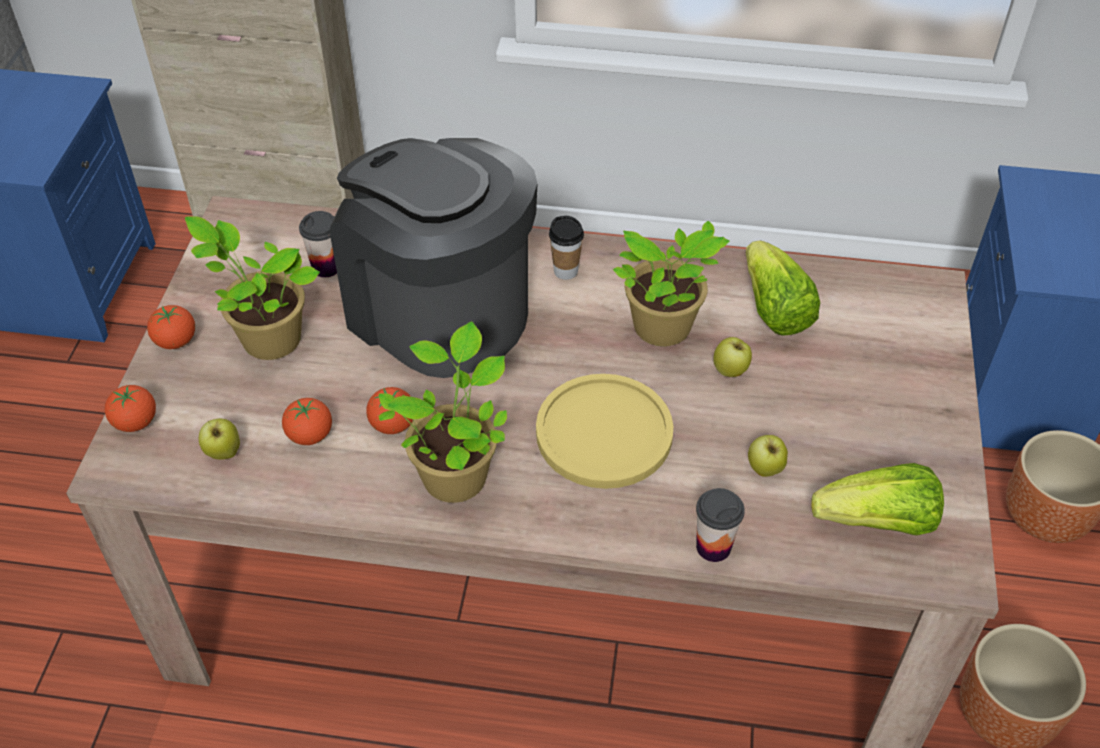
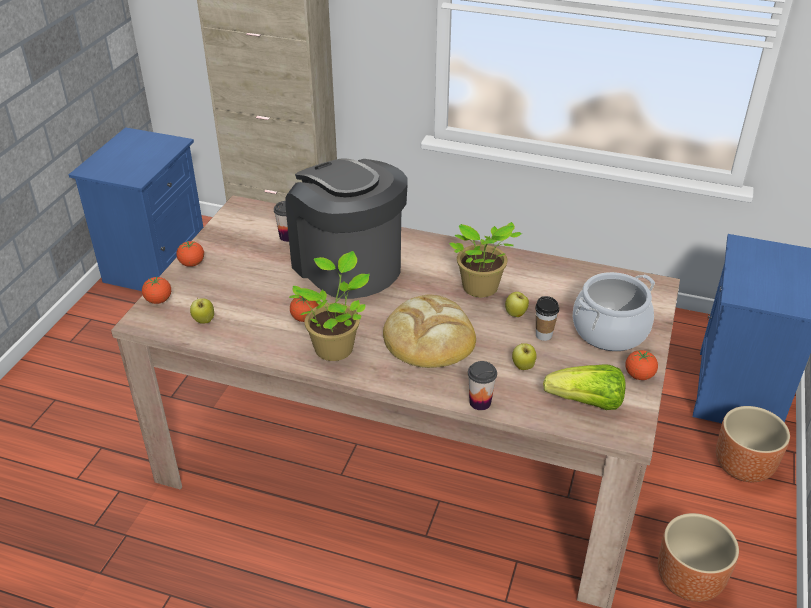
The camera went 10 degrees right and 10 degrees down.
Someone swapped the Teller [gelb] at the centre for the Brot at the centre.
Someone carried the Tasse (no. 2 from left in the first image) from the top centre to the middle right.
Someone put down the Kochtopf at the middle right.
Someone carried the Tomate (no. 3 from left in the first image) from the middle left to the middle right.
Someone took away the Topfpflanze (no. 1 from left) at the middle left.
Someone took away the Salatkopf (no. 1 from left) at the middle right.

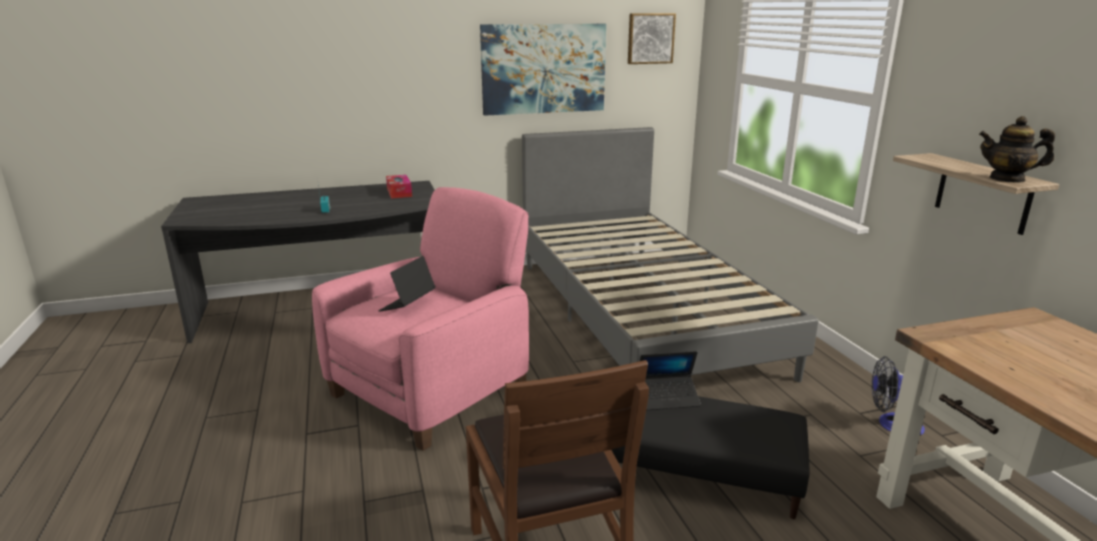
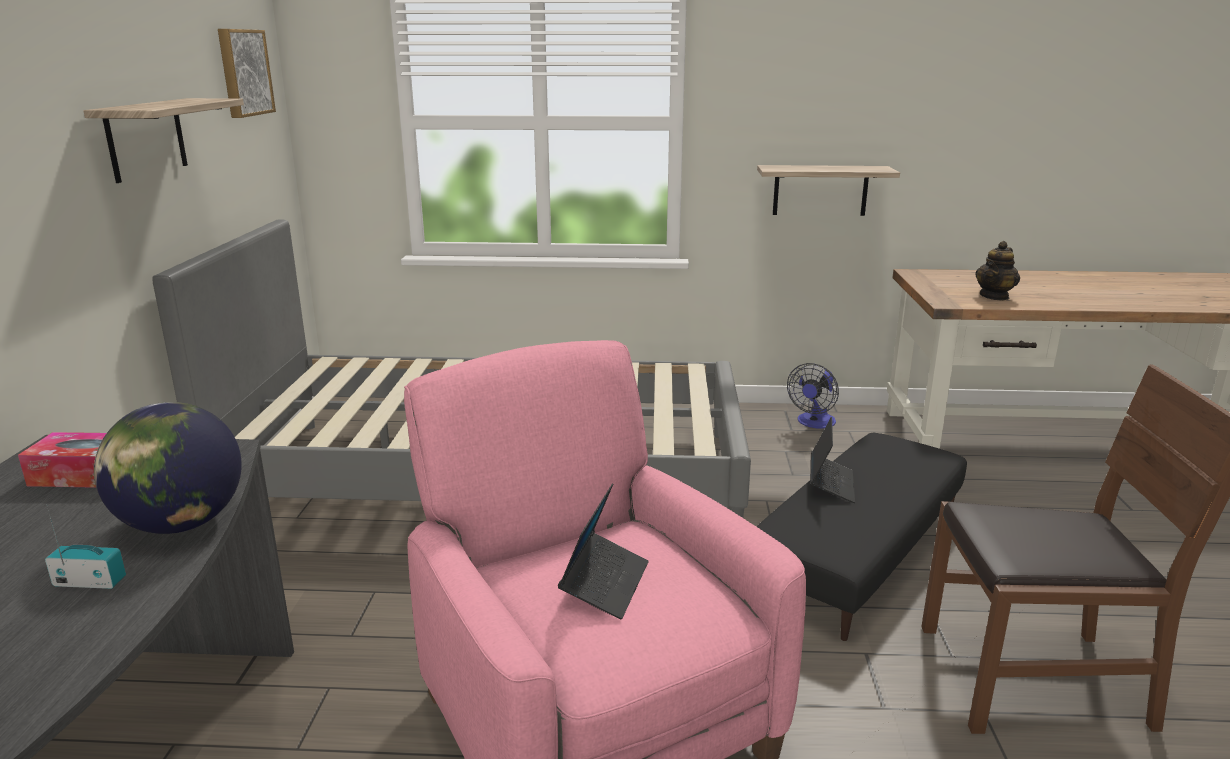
The camera went 70 degrees left and 0 degrees up.
Someone swapped the Bild (no. 1 from left) at the top centre for the Wandregal (no. 1 from left) at the top left.
Someone put down the Globus at the middle left.
Someone rotated the Laptop (no. 1 from left) at the centre by 120 degrees counterclockwise.
Someone carried the Teekanne from the top right to the middle right.

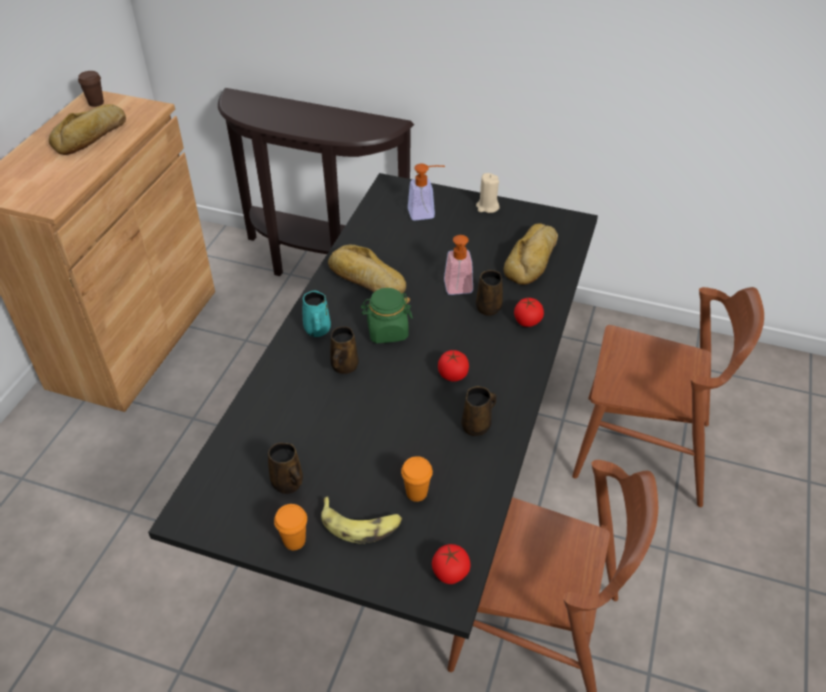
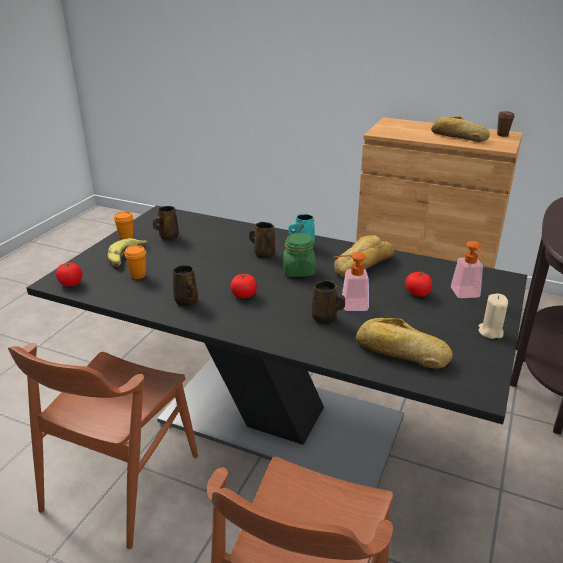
The camera went 95 degrees right and 15 degrees down.
Someone carried the Tomate (no. 3 from left) from the centre to the middle right.

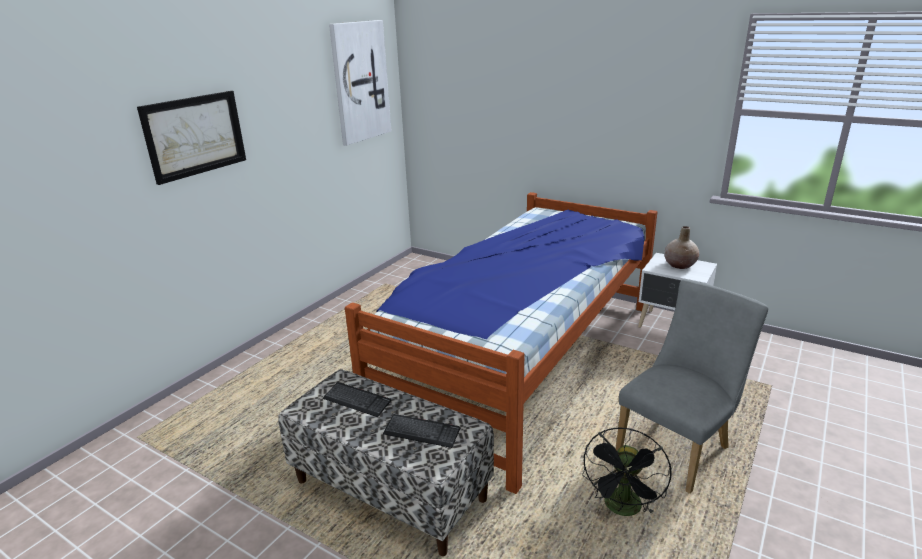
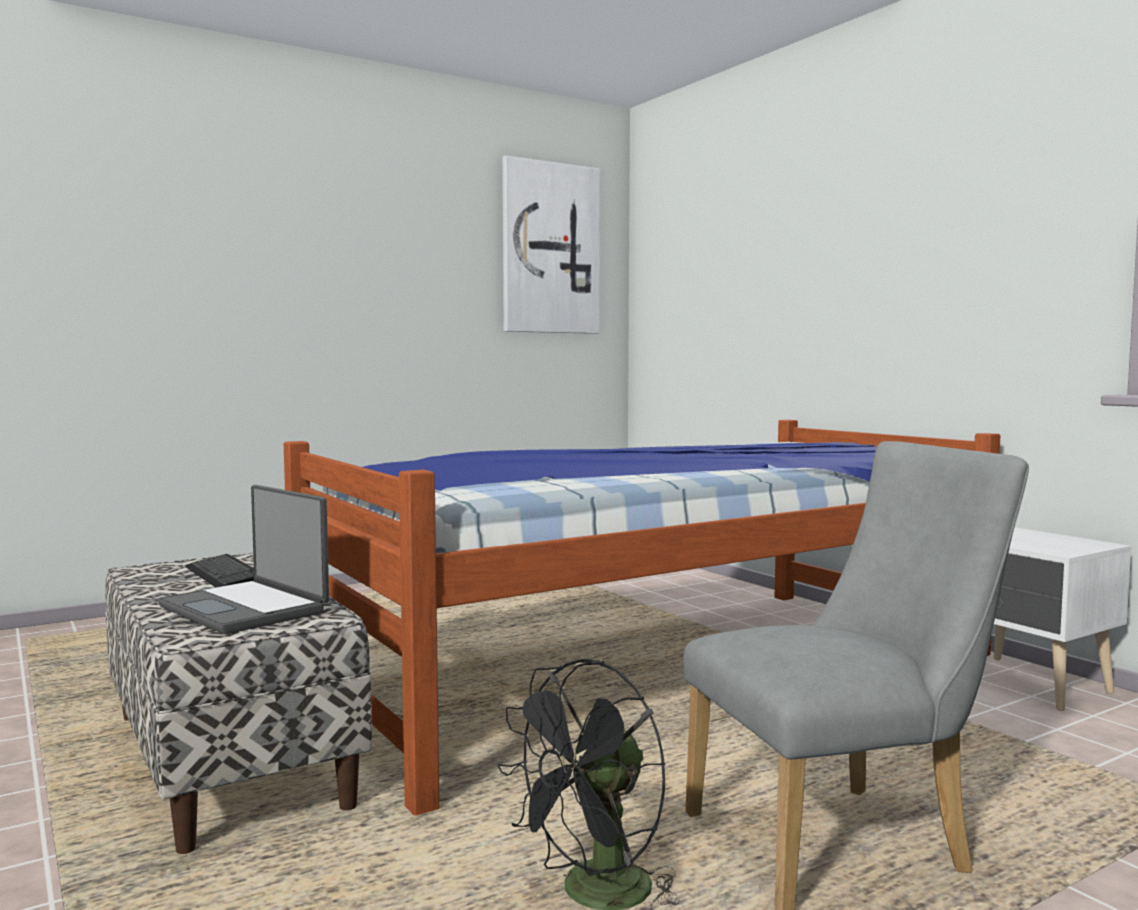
The camera went 25 degrees right and 20 degrees down.
Someone swapped the Tastatur (no. 2 from left) at the bottom centre for the Laptop at the middle left.
Someone took away the Bild (no. 1 from left) at the top left.
Someone took away the Vase [beige] at the middle right.

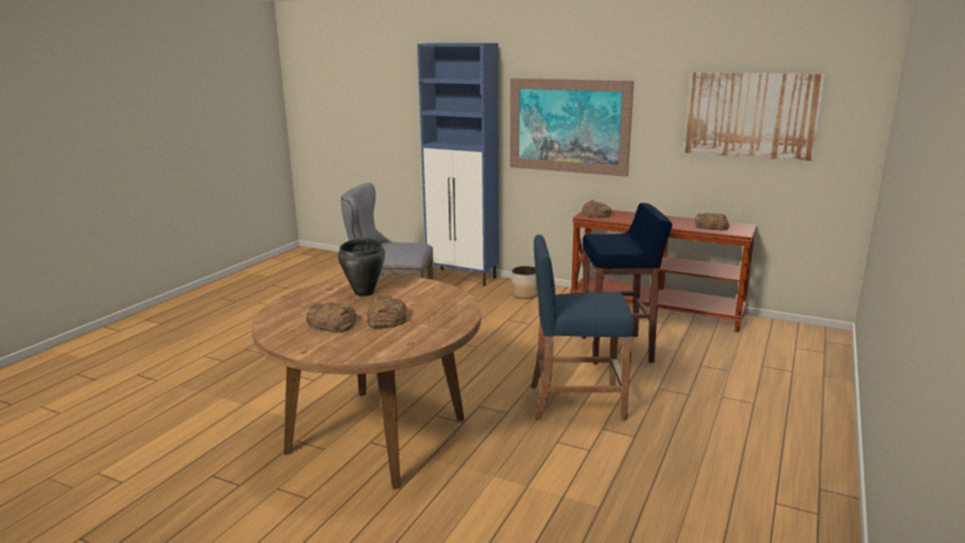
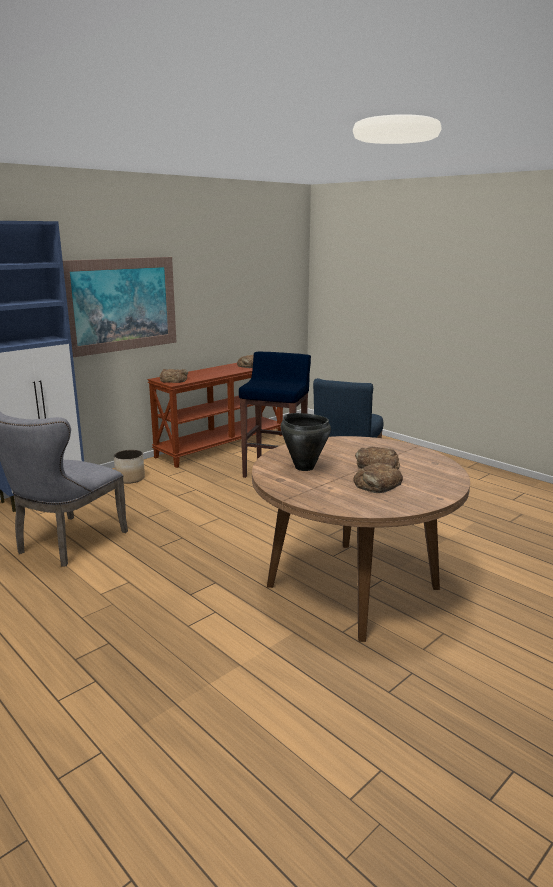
The camera went 70 degrees left and 0 degrees up.
Someone took away the Bild (no. 2 from left) at the top right.

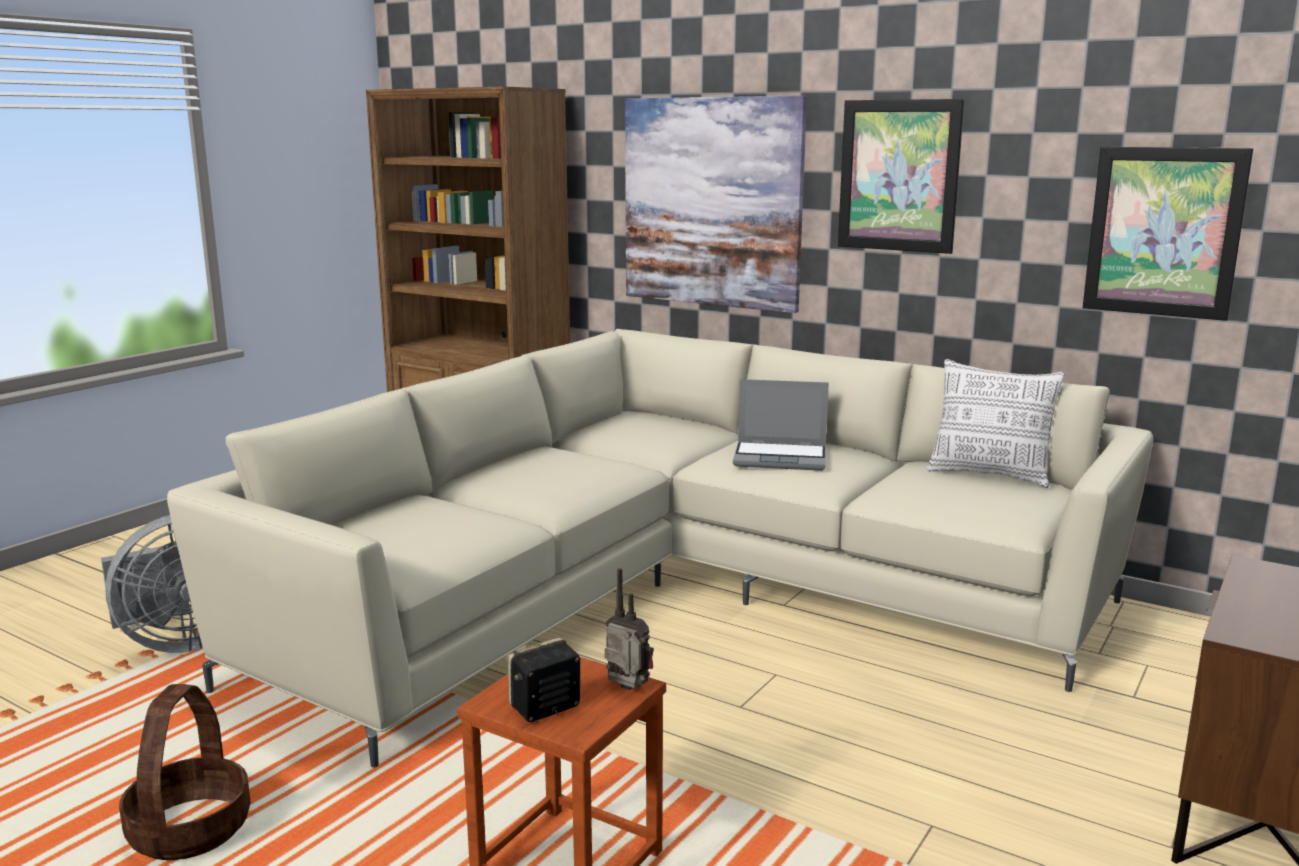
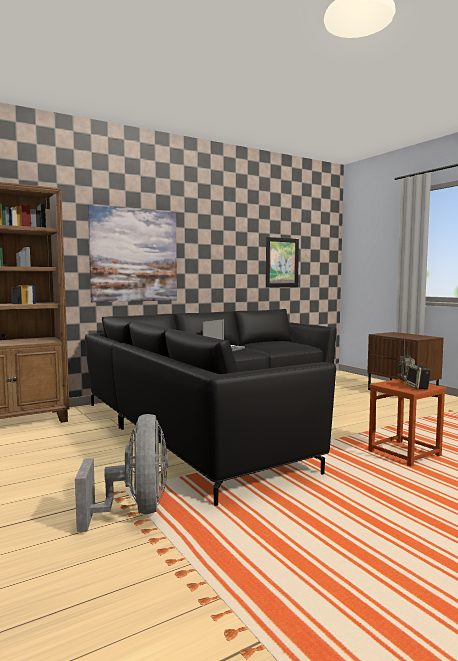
The camera went 65 degrees left and 10 degrees down.
Someone repainted the Sofa [beige] at the centre, which became the Sofa [schwarz] at the centre.
Someone took away the Korb at the bottom left.
Someone took away the Bild (no. 2 from left) at the top right.
Someone took away the Kissen at the middle right.

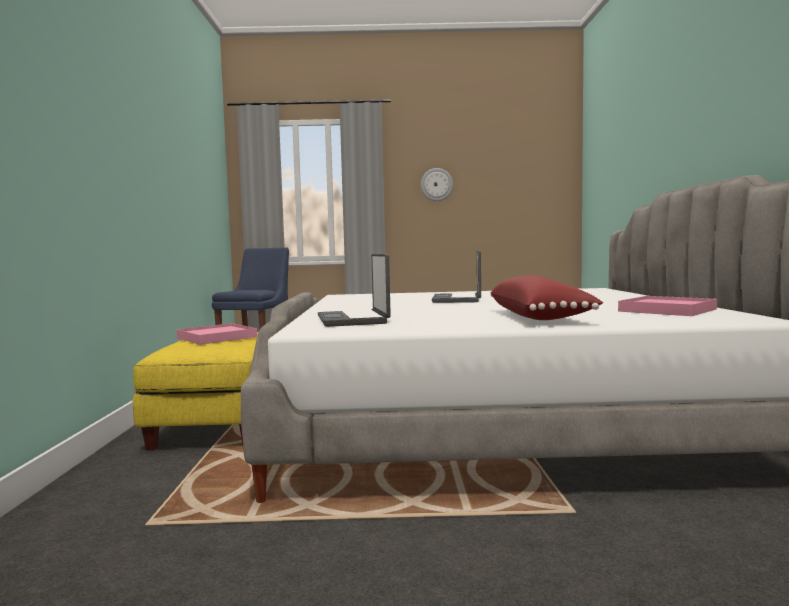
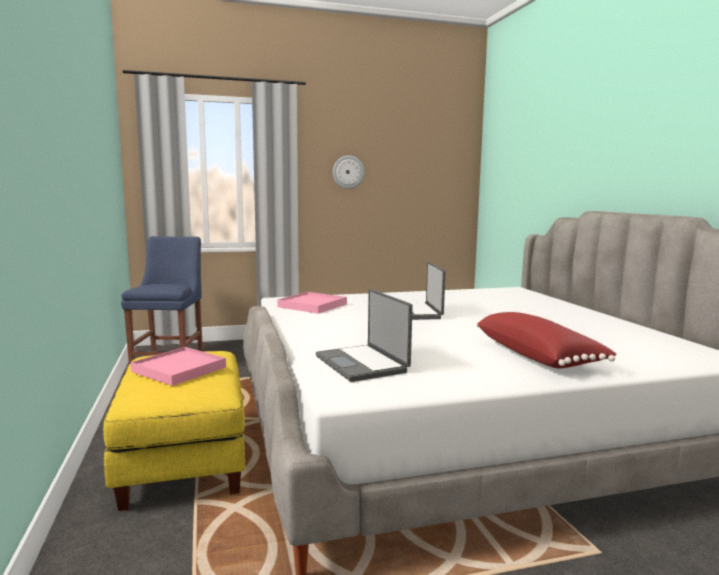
The camera went 15 degrees left and 5 degrees up.
Someone carried the Tablett [rosa] (no. 2 from left) from the middle right to the centre.

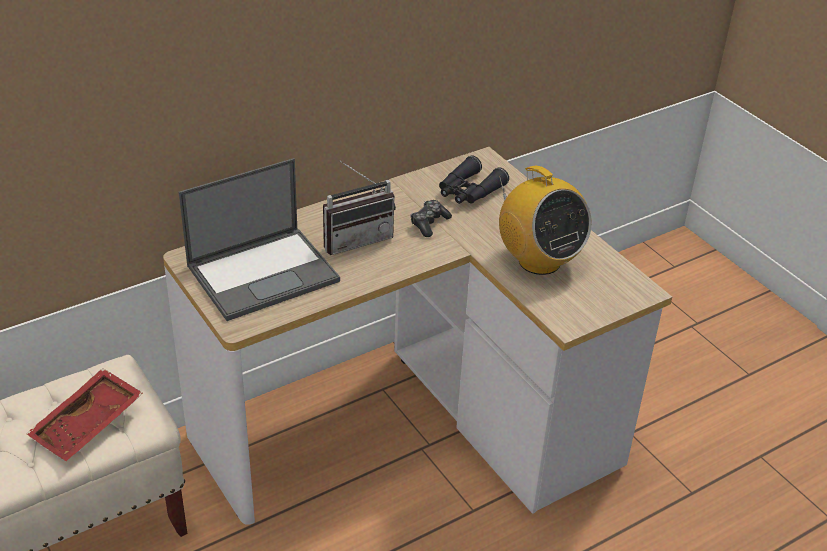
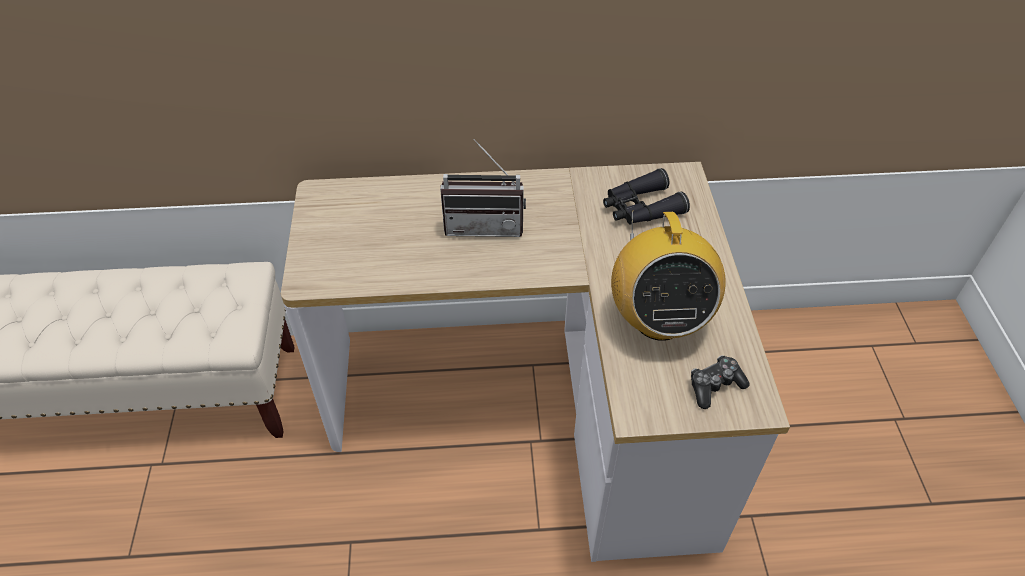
The camera went 30 degrees right and 10 degrees up.
Someone carried the Gamepad from the centre to the middle right.
Someone took away the Tablett [rot] at the bottom left.
Someone took away the Laptop at the middle left.

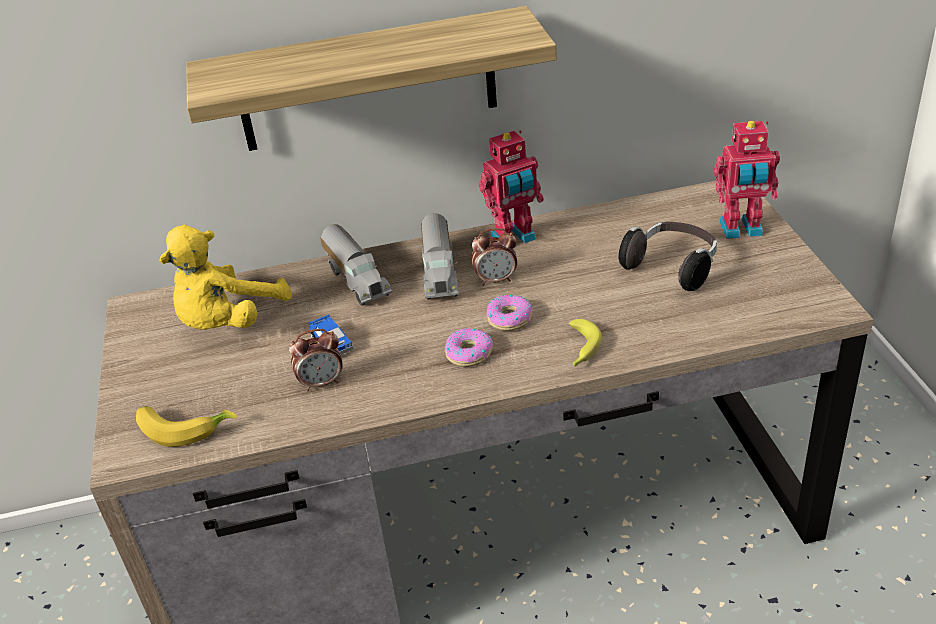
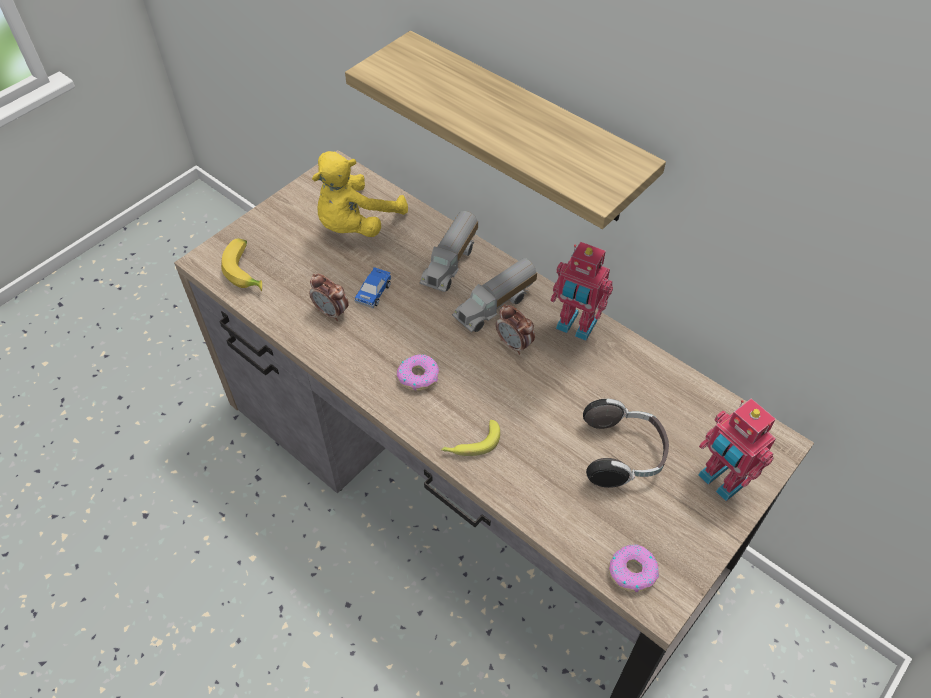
The camera went 50 degrees right and 15 degrees up.
Someone rotated the Plüschtier [gelb] at the middle left by 45 degrees counterclockwise.
Someone carried the Donut (no. 2 from left) from the centre to the bottom right.

